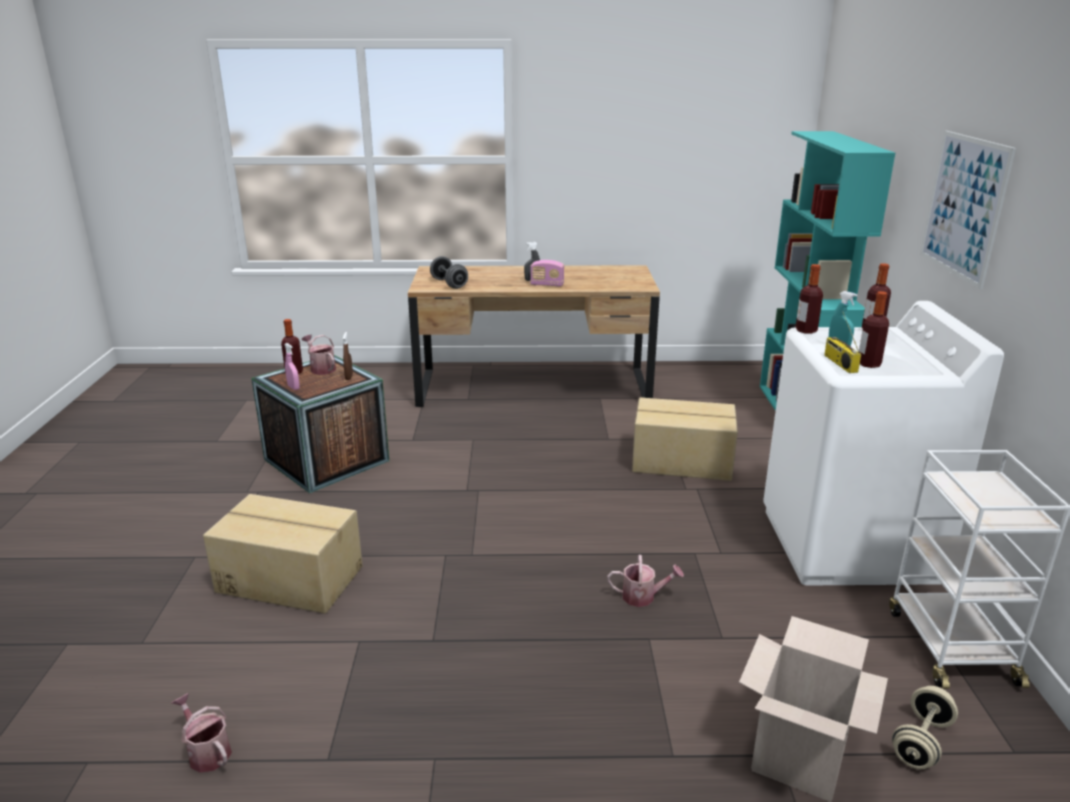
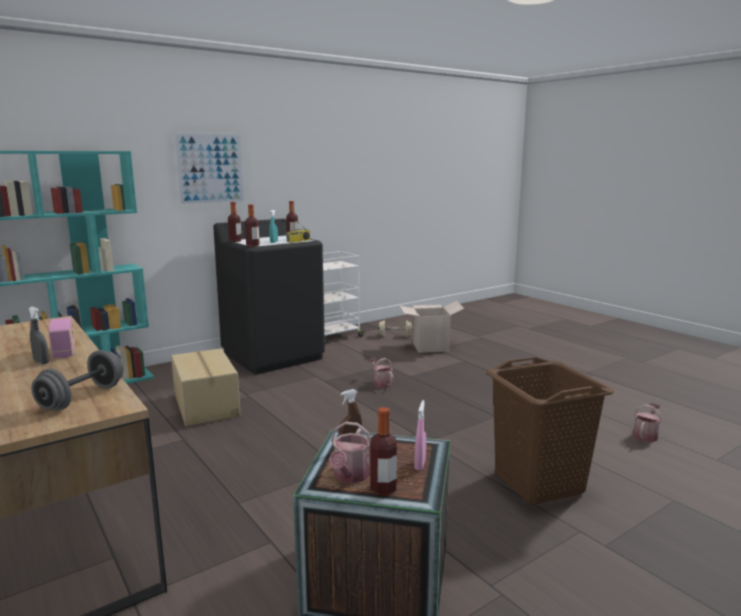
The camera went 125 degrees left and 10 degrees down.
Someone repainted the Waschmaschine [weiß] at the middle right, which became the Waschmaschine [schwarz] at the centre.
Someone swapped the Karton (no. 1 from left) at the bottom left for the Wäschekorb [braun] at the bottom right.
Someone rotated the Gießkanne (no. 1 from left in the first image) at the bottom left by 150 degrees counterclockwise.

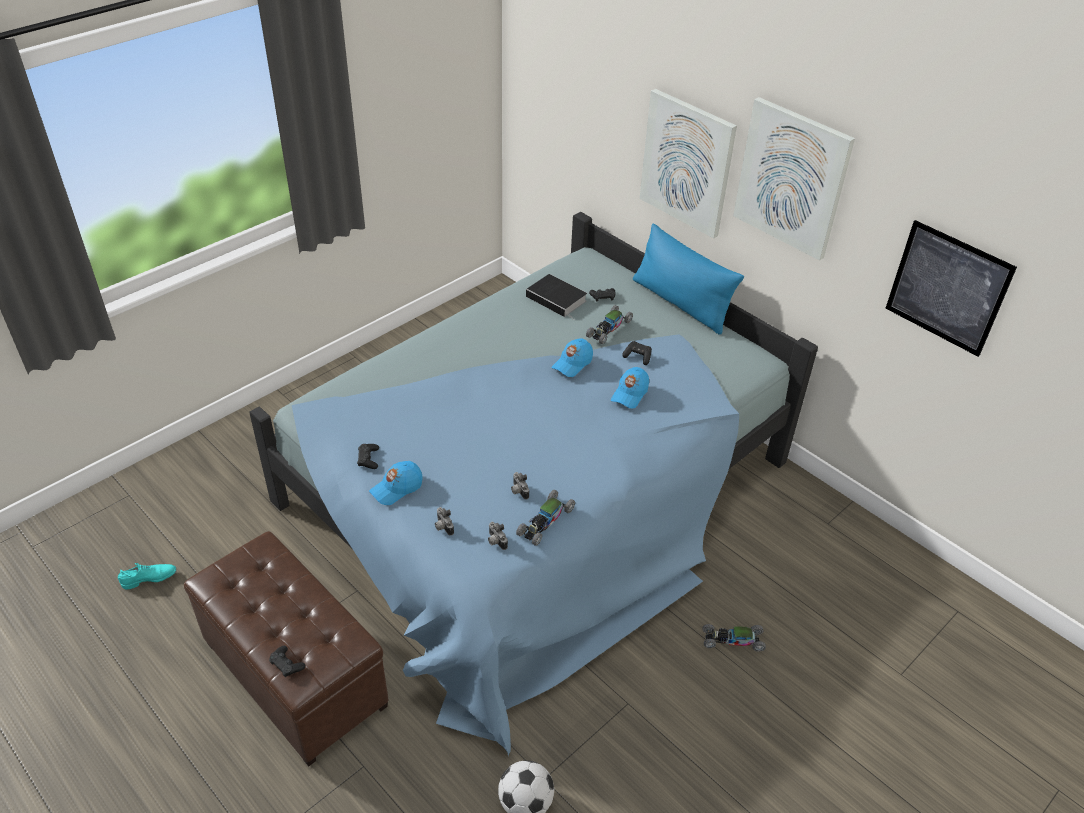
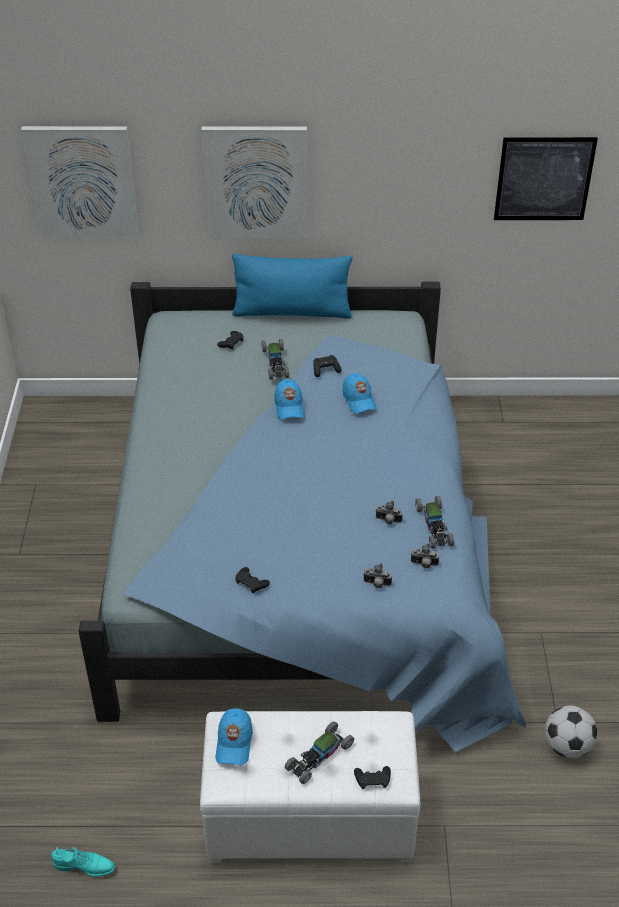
The camera went 45 degrees left and 0 degrees up.
Someone carried the Bild (no. 2 from left in the first image) from the top right to the top left.
Someone rotated the Schuh [türkis] at the bottom left by 75 degrees clockwise.
Someone repainted the Polsterhocker [braun] at the bottom left, which became the Polsterhocker [weiß] at the bottom centre.
Someone carried the Kappe [blau] (no. 1 from left) from the centre to the bottom centre.
Someone carried the Spielzeugauto (no. 3 from left in the first image) from the bottom right to the bottom centre.
Someone took away the Buch at the centre.

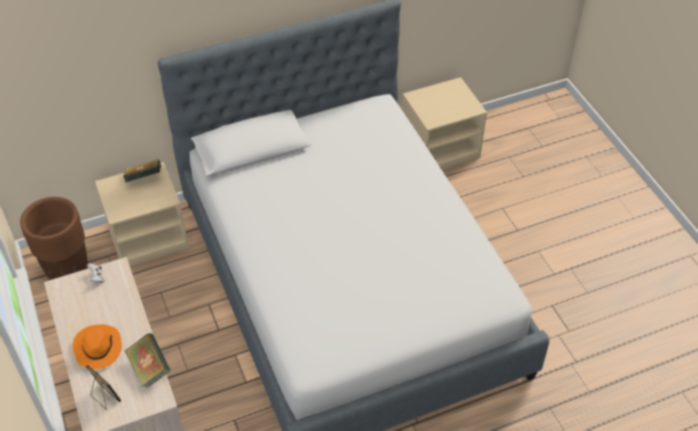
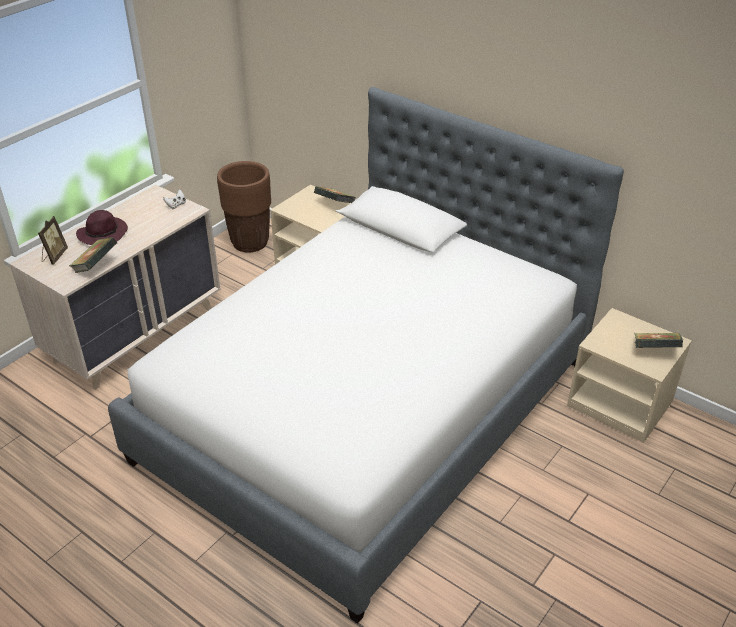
The camera went 60 degrees right and 10 degrees down.
Someone repainted the Hut [orange] at the bottom left, which became the Hut [lila] at the middle left.
Someone put down the Buch (no. 3 from left) at the middle right.

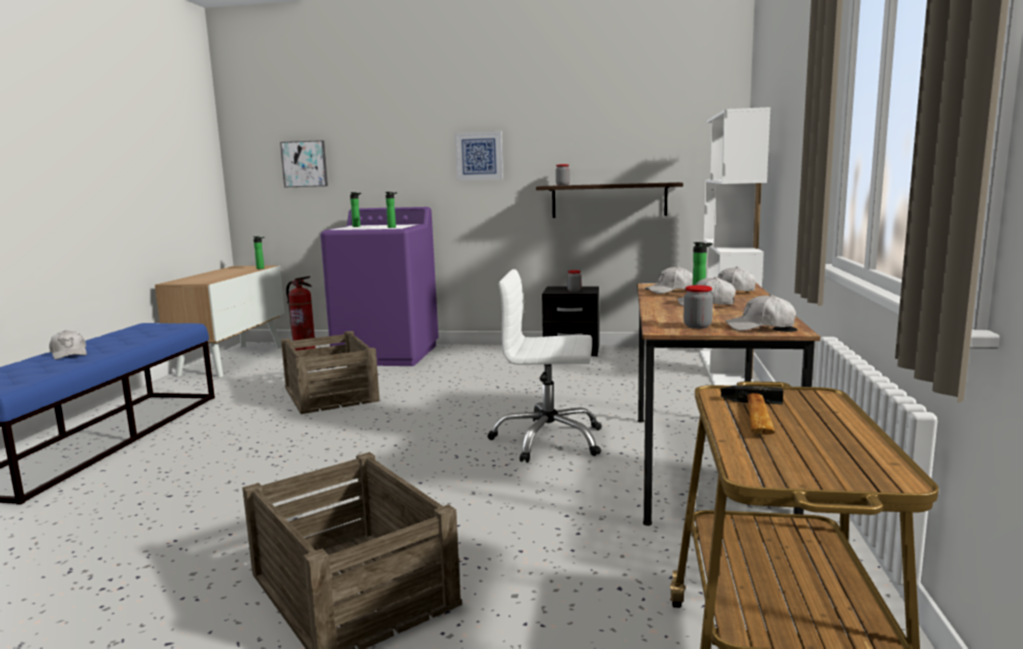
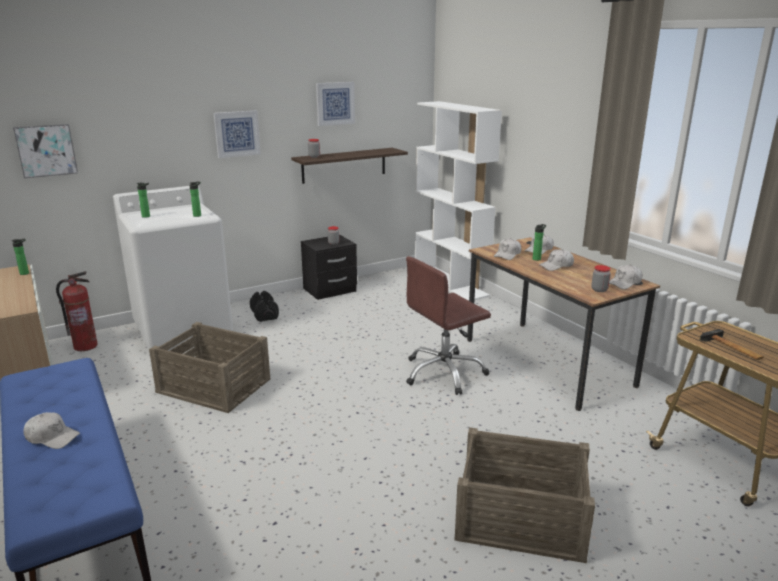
The camera went 40 degrees left and 10 degrees up.
Someone repainted the Waschmaschine [lila] at the centre, which became the Waschmaschine [weiß] at the middle left.
Someone put down the Hantel [schwarz] at the centre.
Someone put up the Bild (no. 3 from left) at the top centre.
Someone repainted the Bürostuhl [weiß] at the centre, which became the Bürostuhl [braun] at the centre.

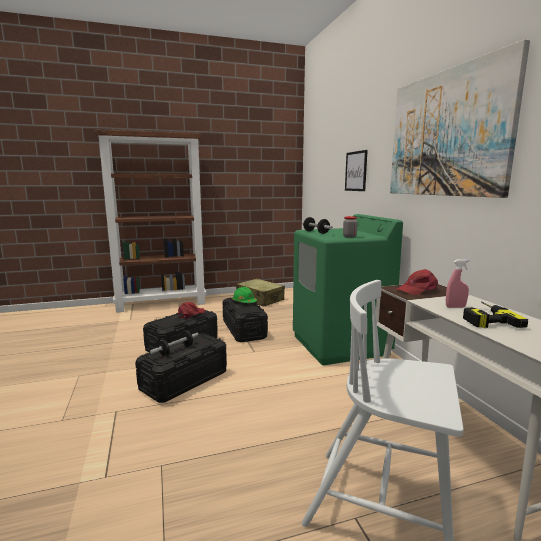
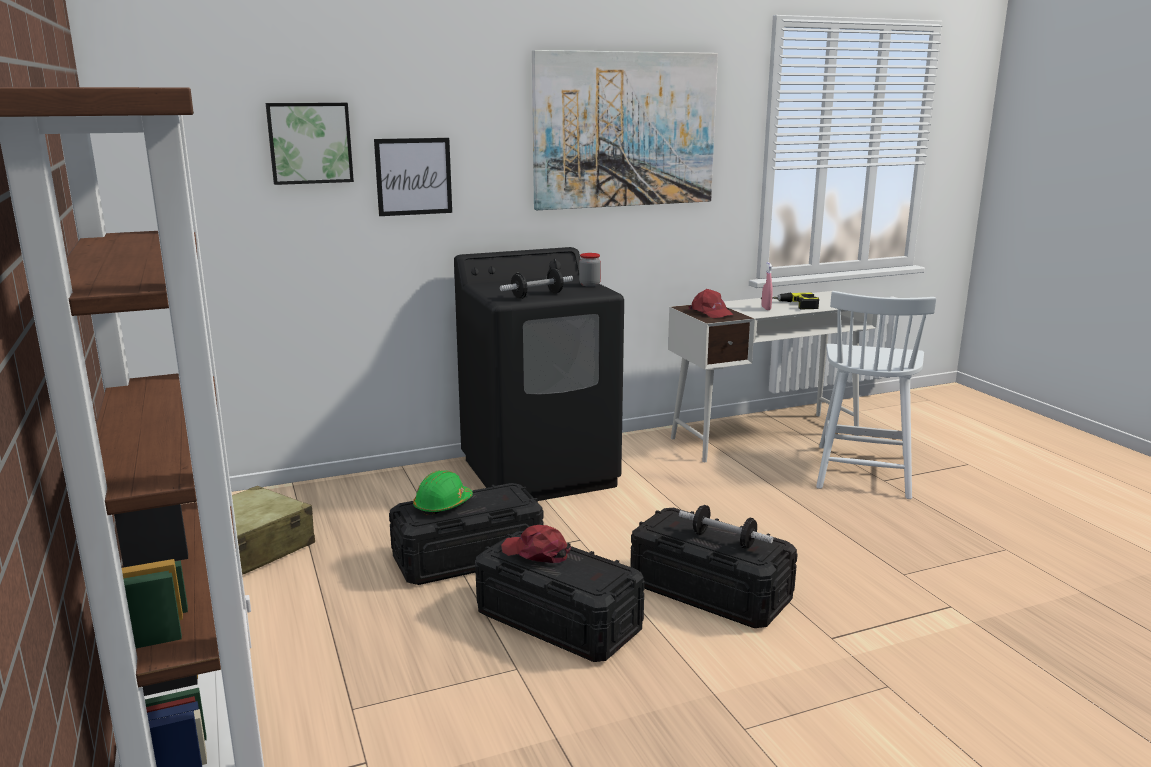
The camera went 95 degrees left and 5 degrees up.
Someone put up the Bild (no. 1 from left) at the top left.
Someone repainted the Waschmaschine [grün] at the centre, which became the Waschmaschine [schwarz] at the centre.

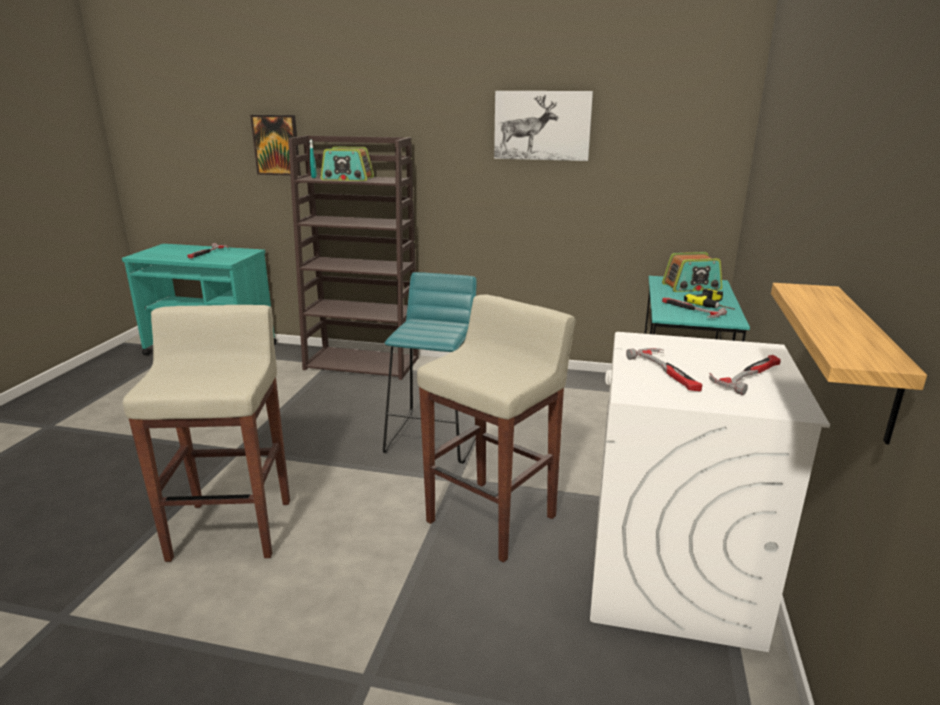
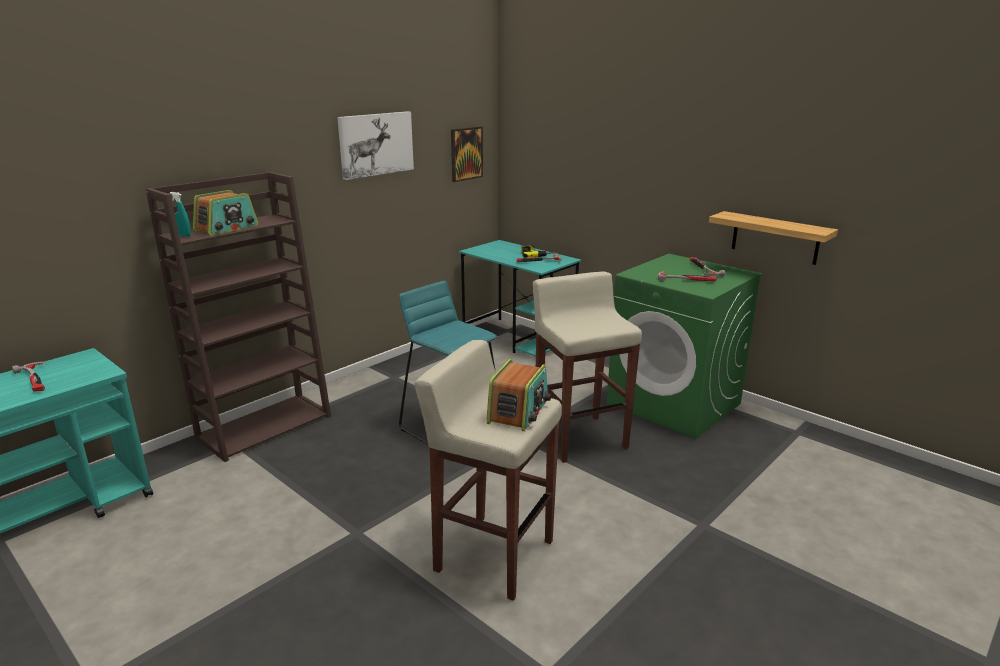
The camera went 60 degrees left and 0 degrees up.
Someone carried the Bild (no. 1 from left in the first image) from the top left to the top centre.
Someone carried the Radio (no. 2 from left) from the middle right to the centre.
Someone repainted the Waschmaschine [weiß] at the bottom right, which became the Waschmaschine [grün] at the middle right.

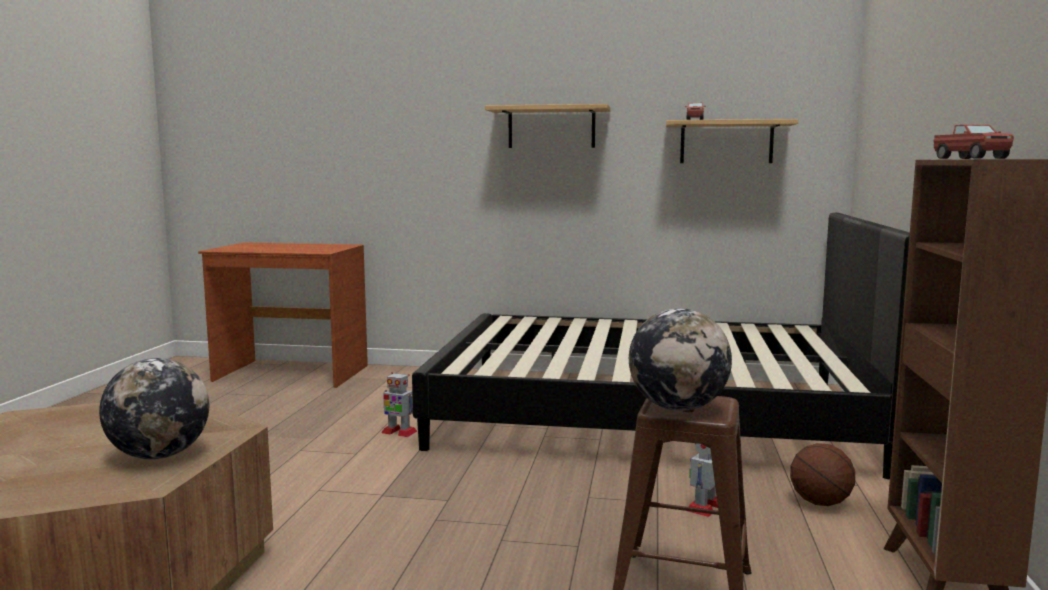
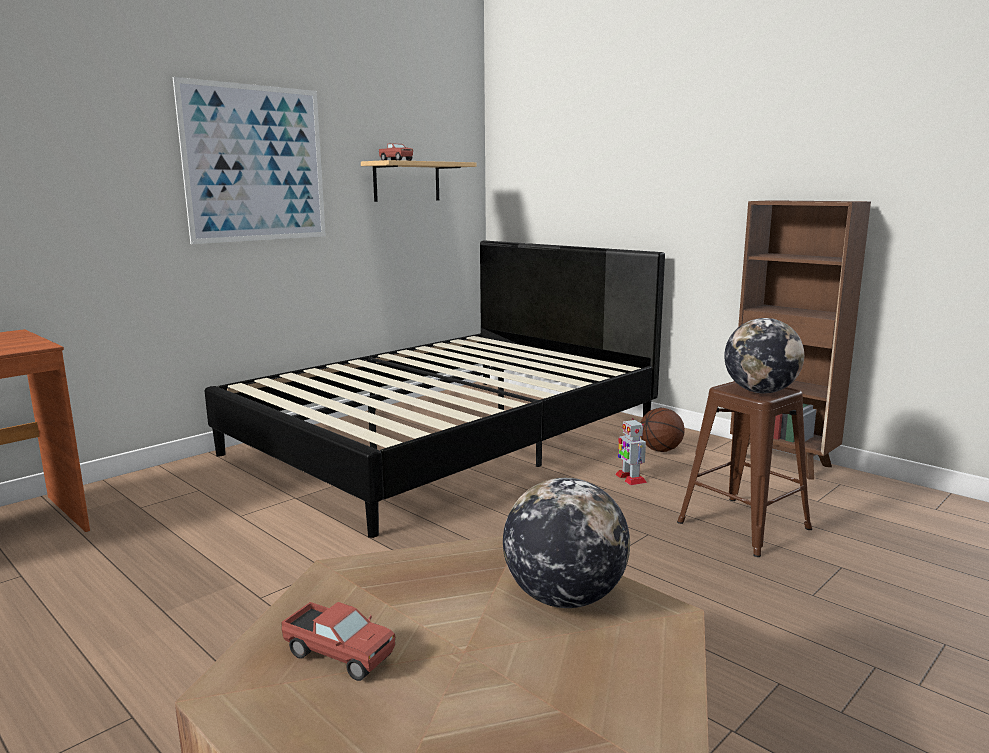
The camera went 55 degrees left and 5 degrees up.
Someone swapped the Wandregal (no. 1 from left) at the top centre for the Bild at the top left.
Someone carried the Spielzeuglaster (no. 2 from left in the first image) from the top right to the bottom centre.
Someone took away the Spielzeugroboter (no. 1 from left) at the bottom centre.

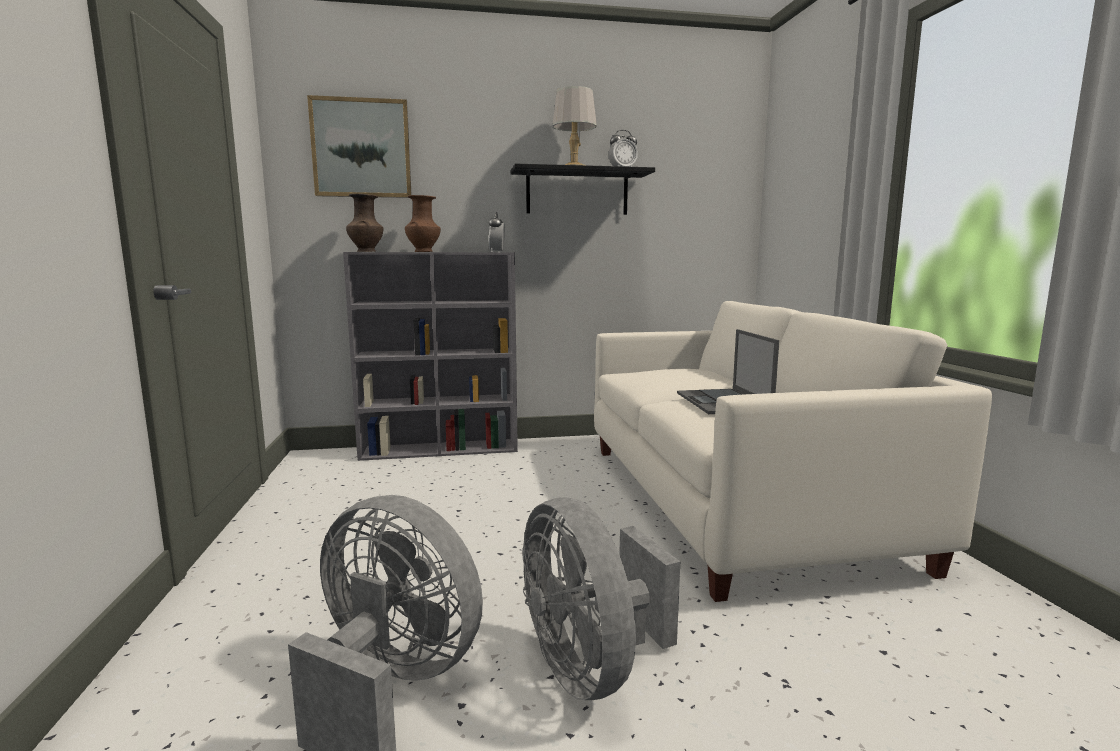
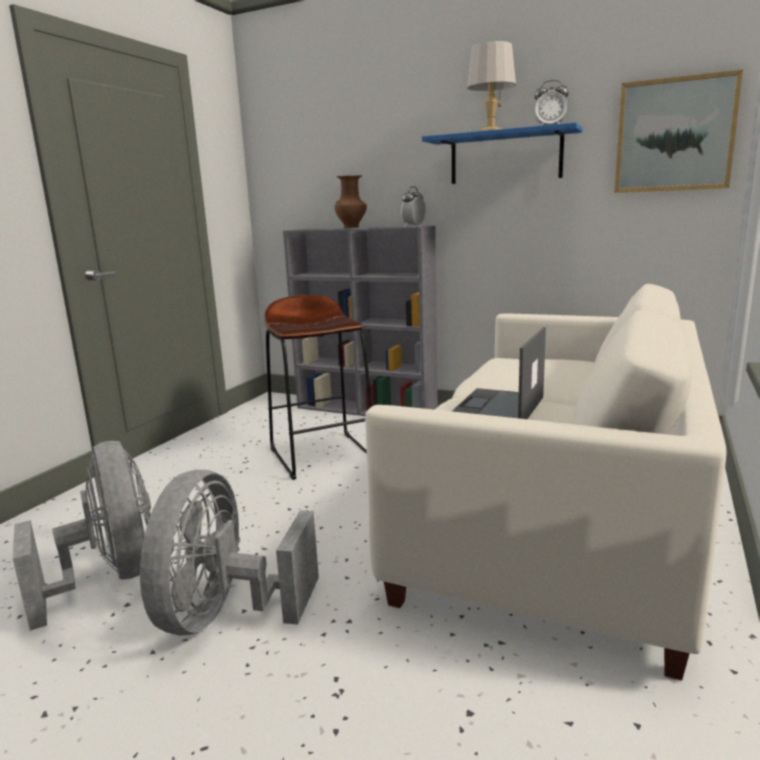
The camera went 35 degrees right and 5 degrees up.
Someone put down the Hocker [braun] at the centre.
Someone repainted the Wandregal [schwarz] at the top centre, which became the Wandregal [blau] at the top centre.
Someone carried the Bild from the top left to the top right.
Someone took away the Vase [braun] (no. 1 from left) at the top left.

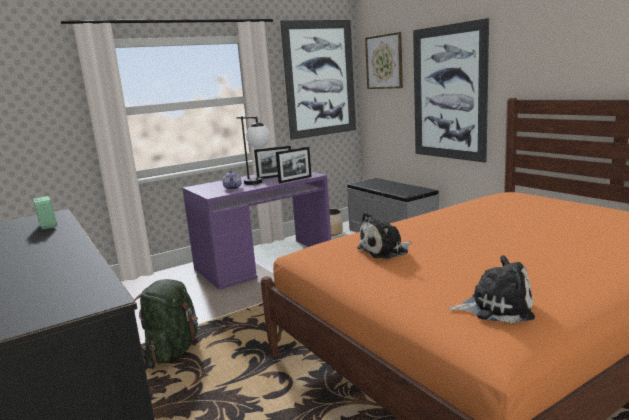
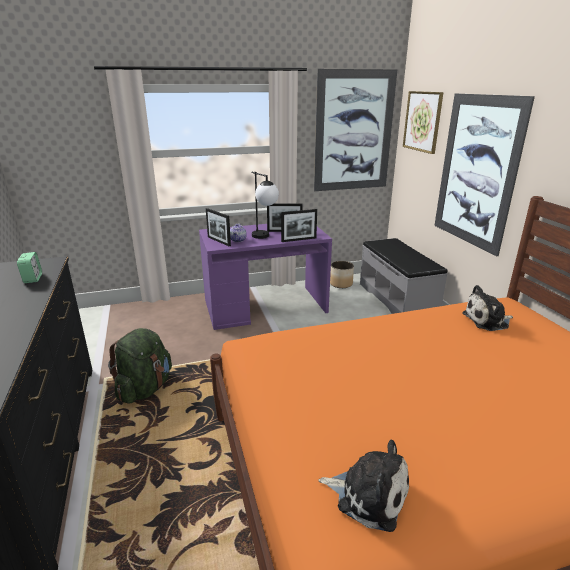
The camera went 15 degrees right and 10 degrees up.
Someone put down the Bilderrahmen (no. 1 from left) at the centre.
Someone carried the Plüschtier (no. 1 from left in the first image) from the centre to the middle right.

